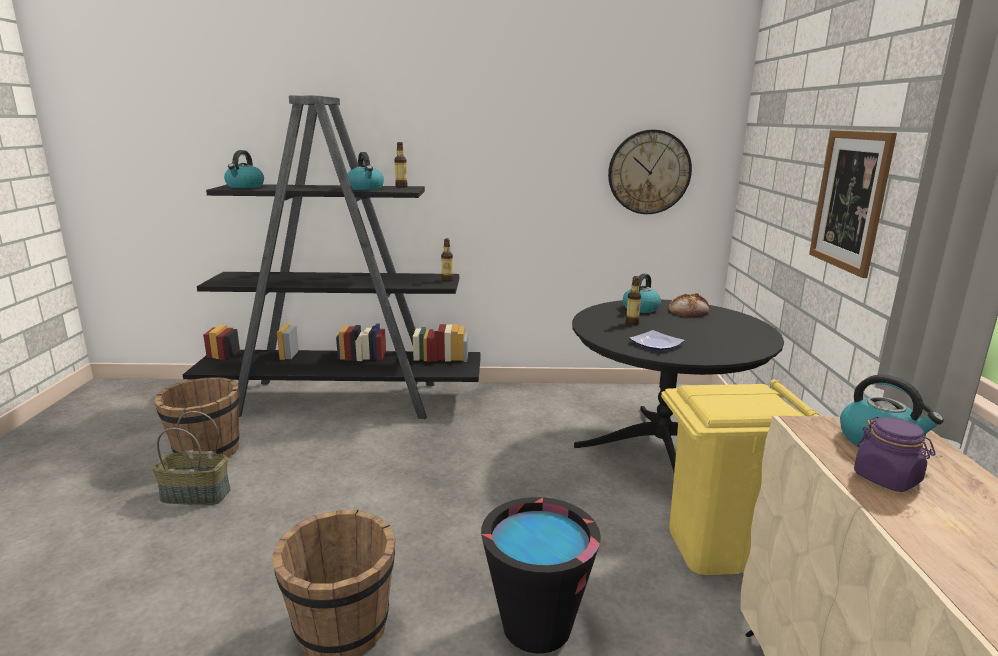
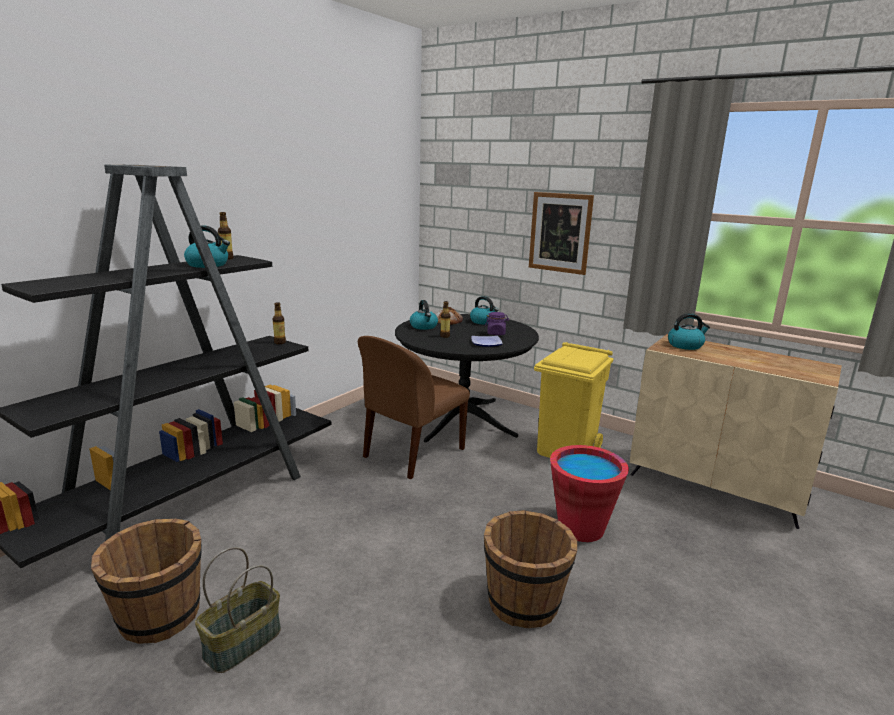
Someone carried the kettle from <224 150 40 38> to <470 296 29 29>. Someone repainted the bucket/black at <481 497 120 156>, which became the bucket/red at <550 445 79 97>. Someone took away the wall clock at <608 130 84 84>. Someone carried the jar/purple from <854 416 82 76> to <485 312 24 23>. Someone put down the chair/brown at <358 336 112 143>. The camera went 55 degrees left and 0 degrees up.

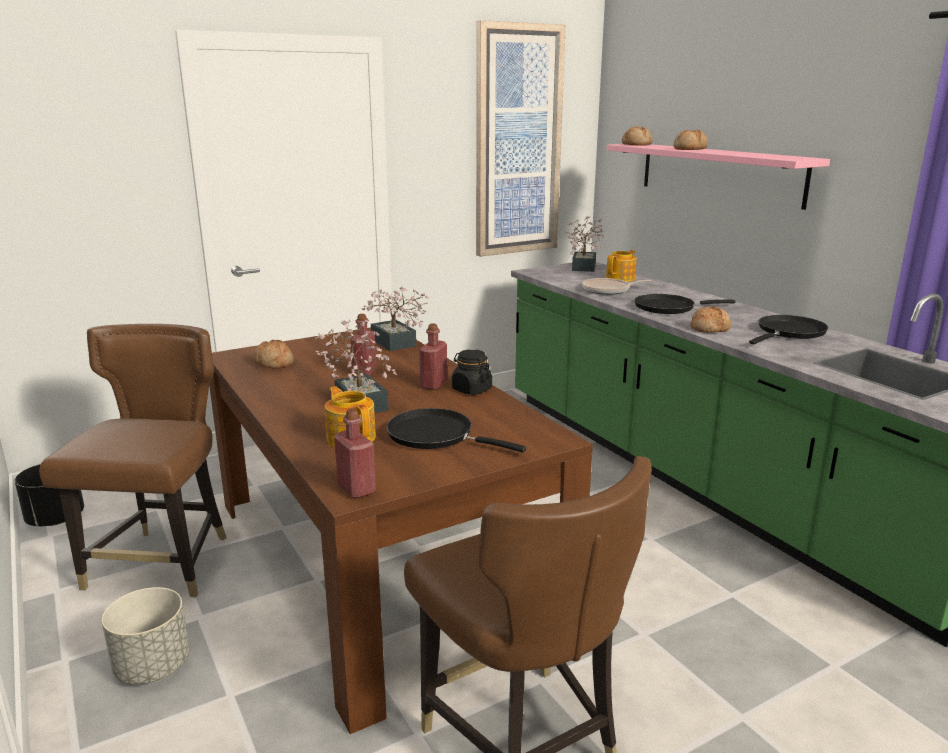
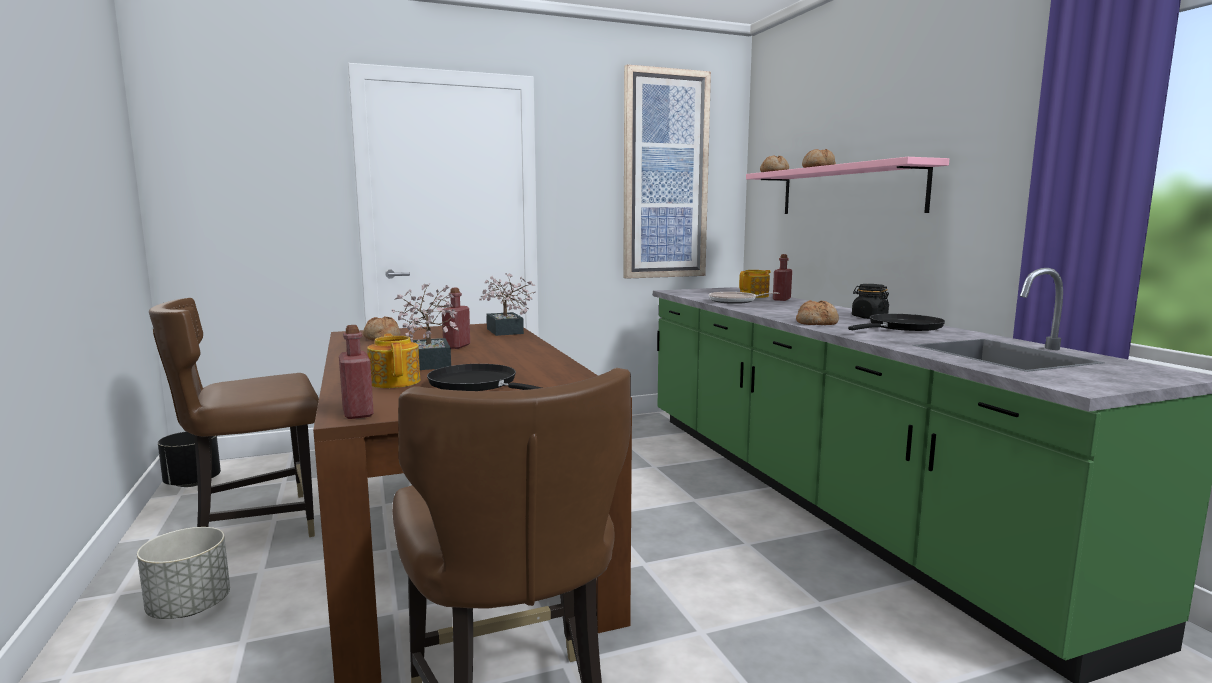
Someone rotated the chair/brown at <39 324 188 273> by 135 degrees counterclockwise. Someone carried the bottle/red from <419 323 28 67> to <773 254 19 47>. Someone carried the jar/black from <452 349 40 46> to <852 284 37 35>. Someone took away the potted plant at <565 216 39 56>. Someone took away the frying pan/black at <634 294 102 20>. The camera went 10 degrees right and 10 degrees down.

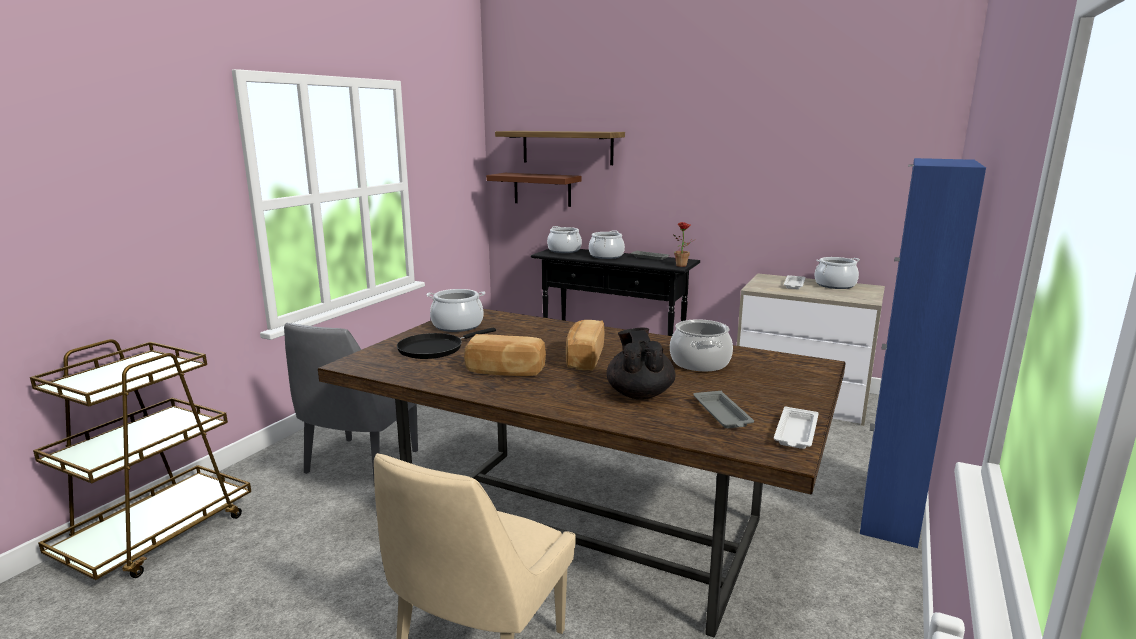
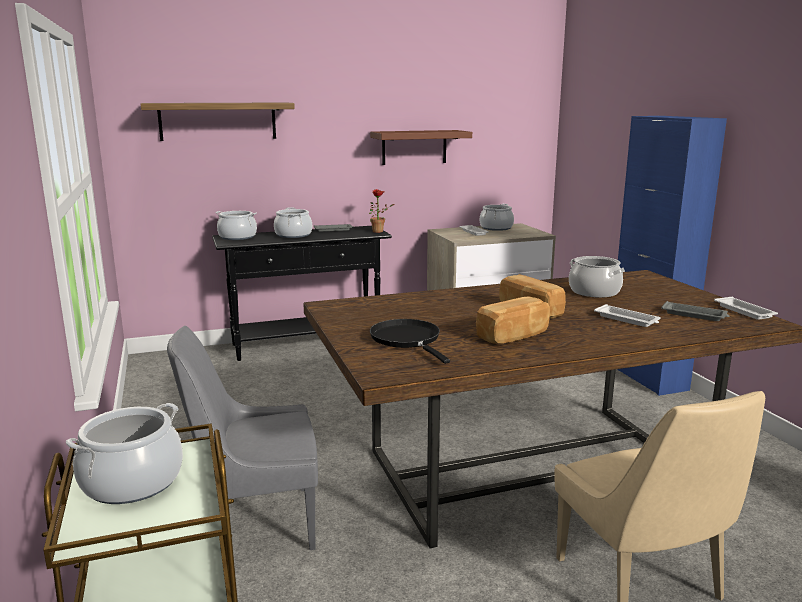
Someone rotated the chair/grey at <284 323 134 158> by 105 degrees clockwise. Someone rotated the frying pan/black at <397 328 99 31> by 150 degrees clockwise. Someone carried the cooking pot from <426 289 59 43> to <66 403 117 101>. Someone carried the shelf/brown from <486 173 96 34> to <370 130 102 35>. Someone swapped the teapot/black at <607 328 69 71> for the tray/white at <594 304 67 23>. The camera went 45 degrees left and 0 degrees up.

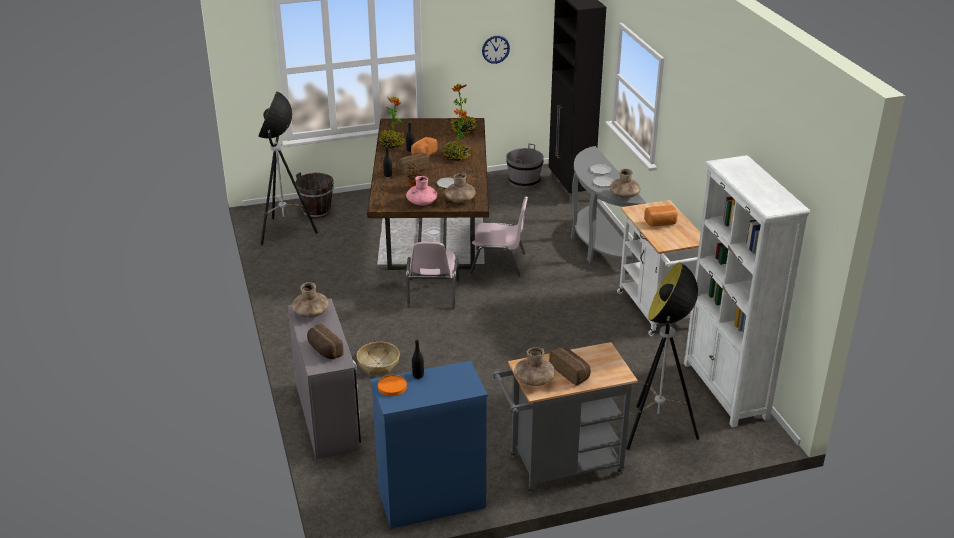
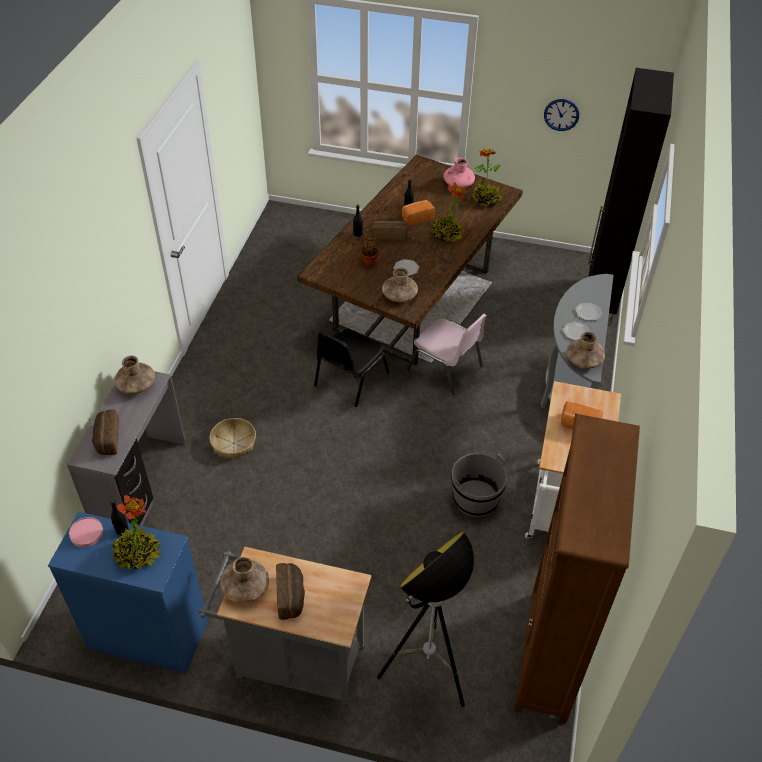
Someone took away the floor lamp at <258 91 60 154>. Someone took away the bucket/brown at <295 172 39 47>. Someone repainted the plate/orange at <378 375 29 21>, which became the plate/pink at <69 517 34 30>. Someone carried the potted plant from <379 97 27 51> to <112 495 50 75>. Someone carried the vase/pink from <406 176 31 30> to <443 157 32 31>. Someone repainted the chair/pink at <406 242 53 66>, which became the chair/black at <314 329 76 78>. Someone carried the bucket/grey from <506 144 38 44> to <451 453 56 64>. Someone repainted the bookcase/white at <684 155 126 273>, which became the bookcase/brown at <514 414 126 310>. The camera went 30 degrees right and 15 degrees up.

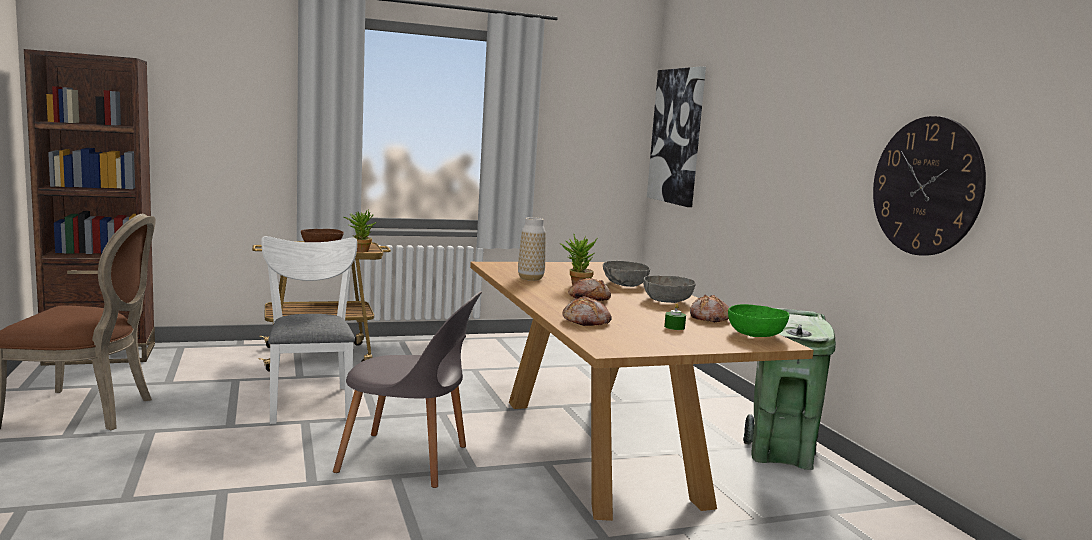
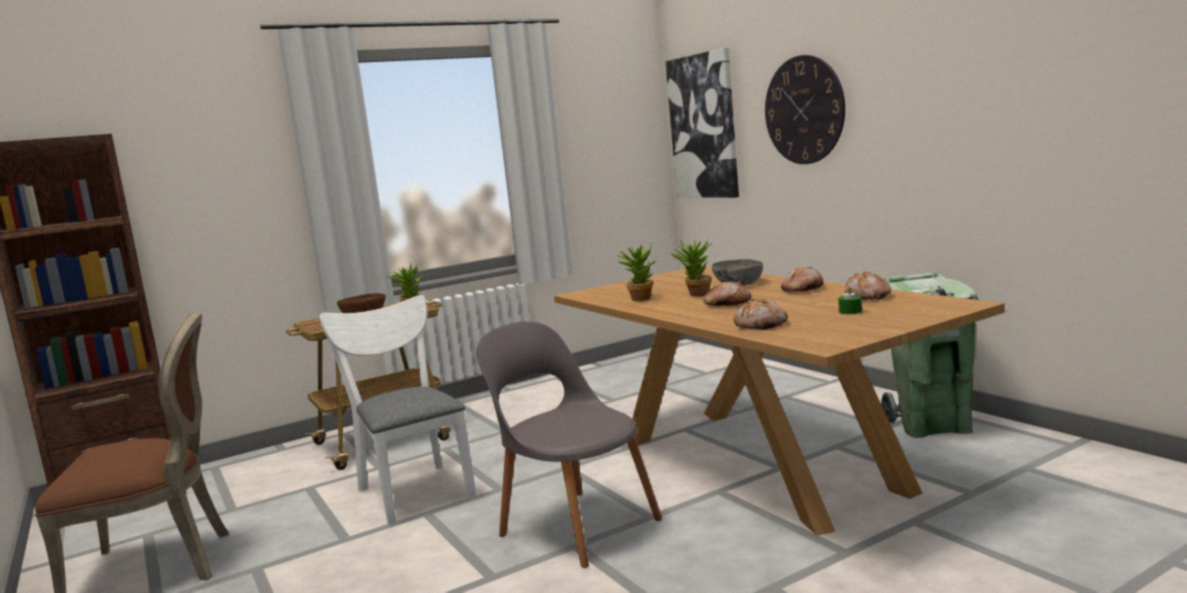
Someone rotated the chair/grey at <333 291 149 197> by 135 degrees counterclockwise. Someone swapped the vase at <518 217 28 64> for the potted plant at <617 242 40 59>. Someone swapped the bowl/grey at <643 275 53 28> for the bread at <781 266 43 26>. Someone took away the bowl/green at <728 304 61 33>. Someone carried the wall clock from <873 116 113 140> to <765 55 80 109>. The camera went 10 degrees left and 0 degrees up.

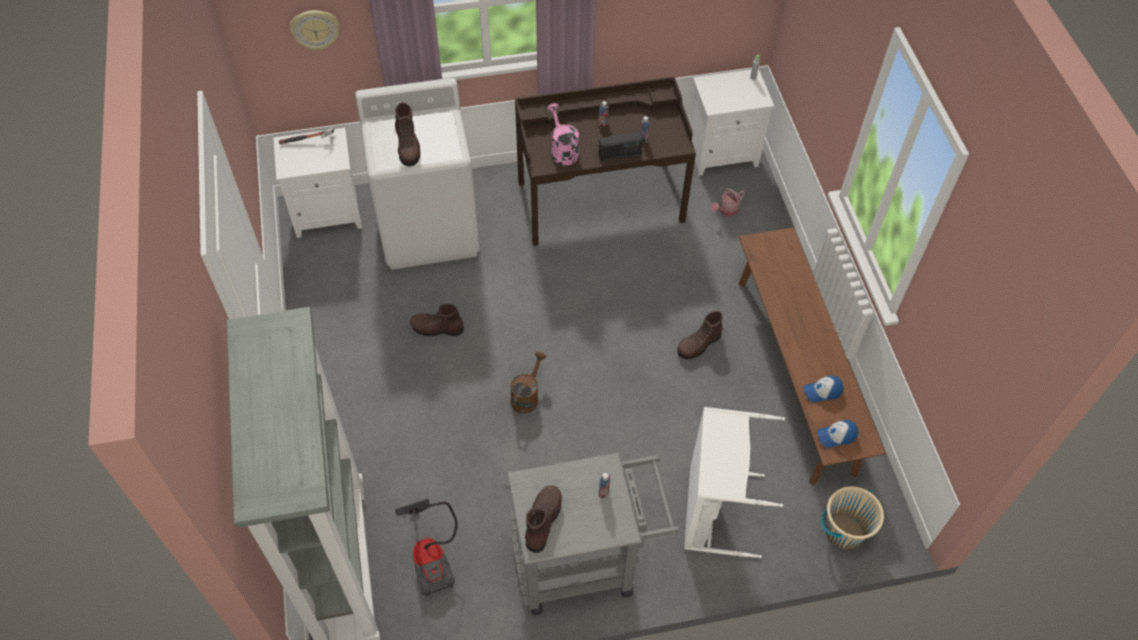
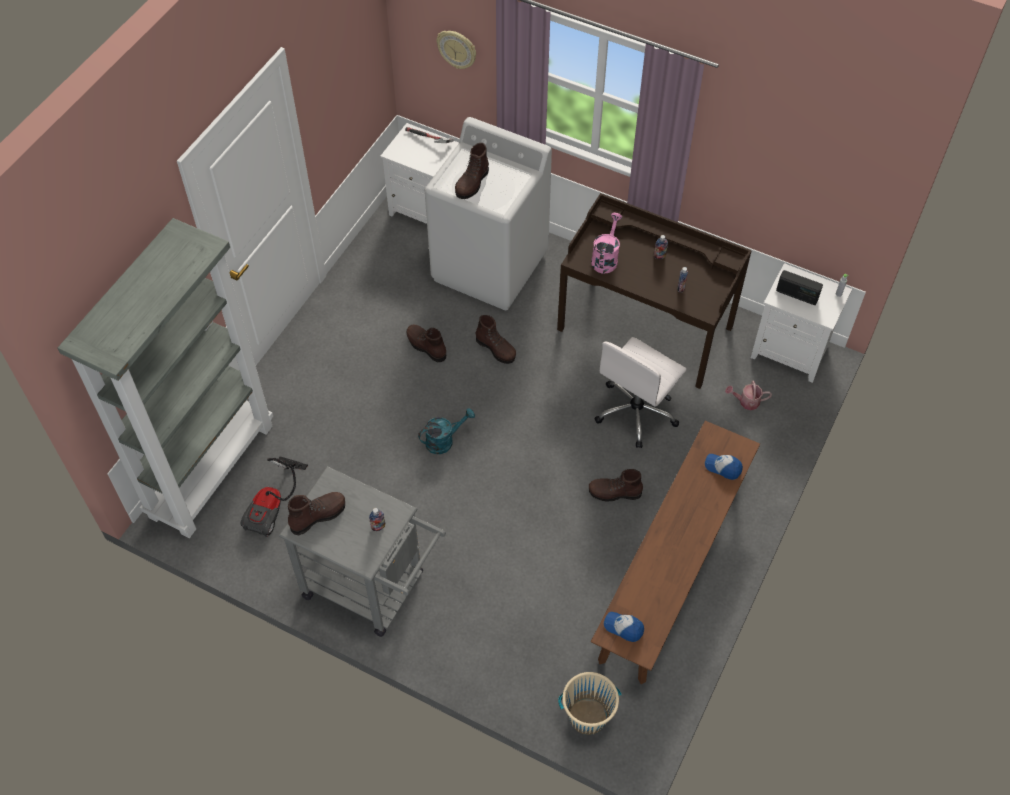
Someone repainted the watering can/brown at <510 352 36 62>, which became the watering can/turquoise at <418 408 57 46>. Someone carried the radio from <598 132 45 29> to <776 270 47 35>. Someone took away the laundry basket/white at <684 407 101 151>. Someone carried the cap from <803 376 41 27> to <705 454 38 26>. Someone put down the boot/brown at <476 315 40 49>. Someone put down the office chair/white at <594 337 93 111>. The camera went 40 degrees right and 0 degrees up.

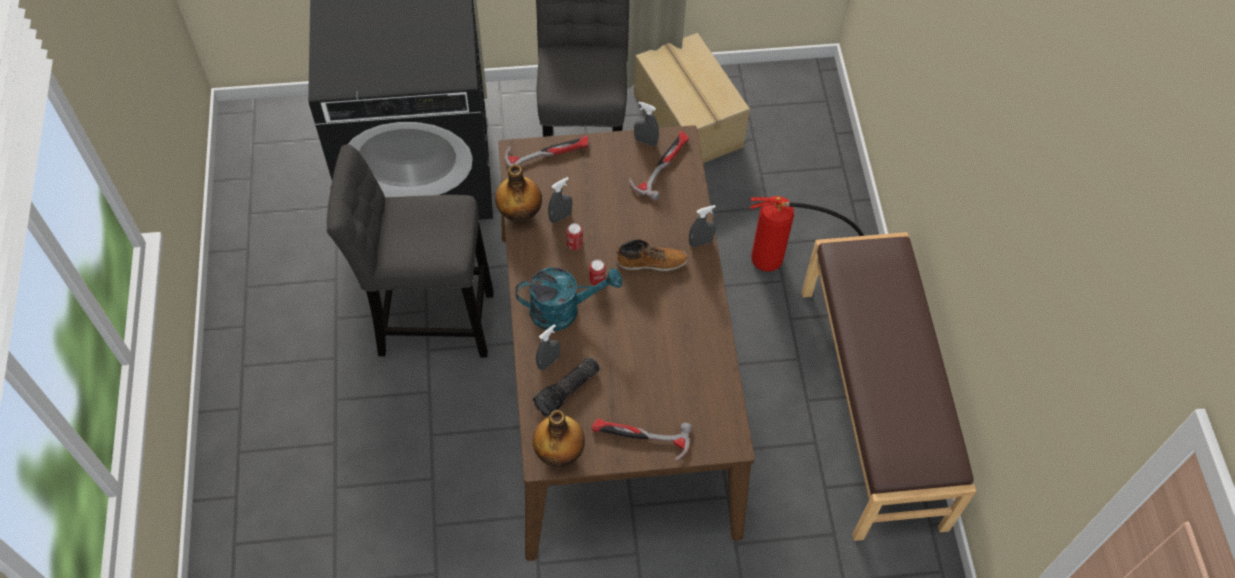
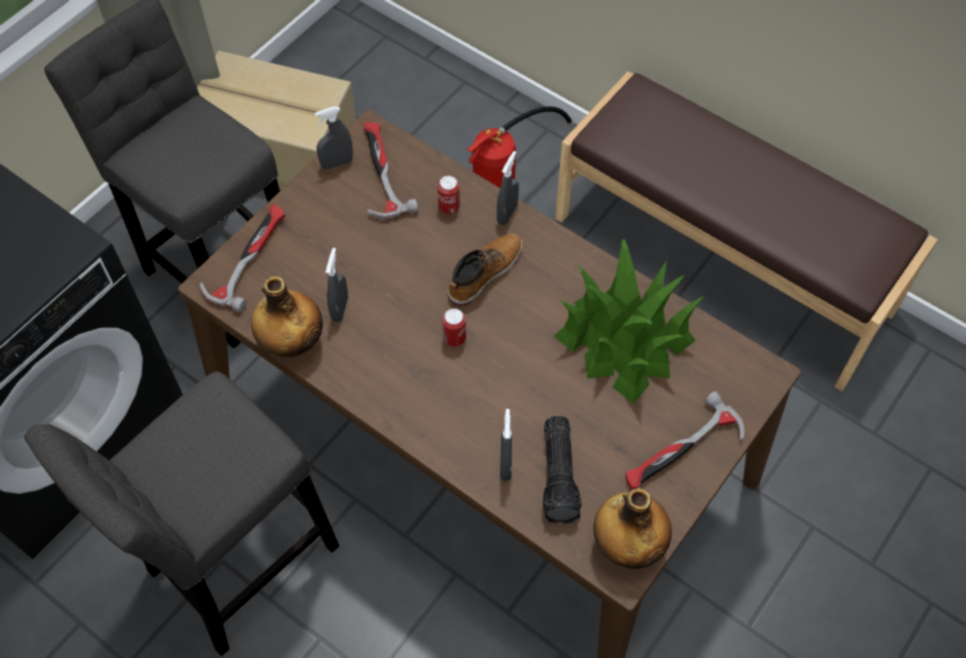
Someone took away the watering can/turquoise at <515 267 107 64>. Someone carried the can from <567 223 16 27> to <438 176 22 38>. Someone put down the potted plant at <554 238 150 165>. The camera went 45 degrees left and 0 degrees up.

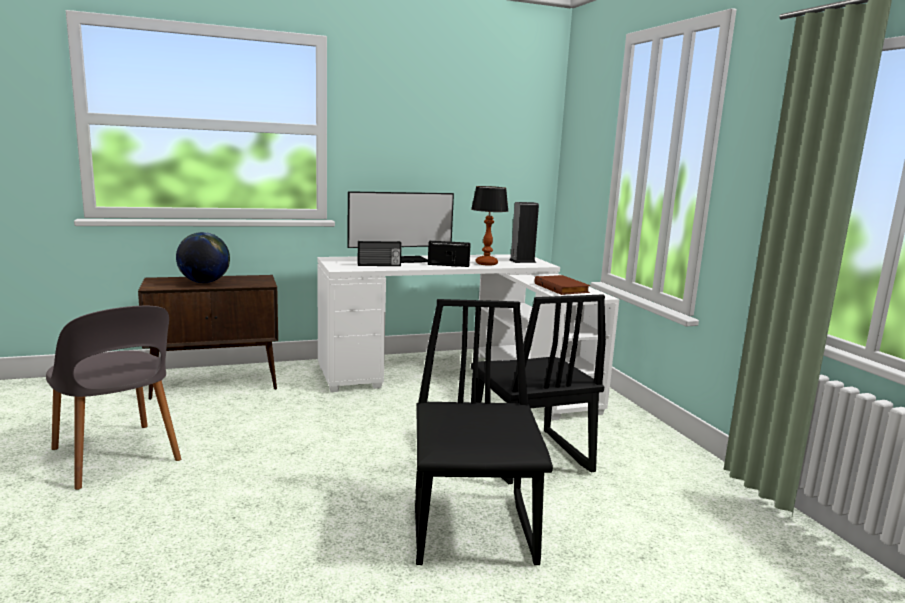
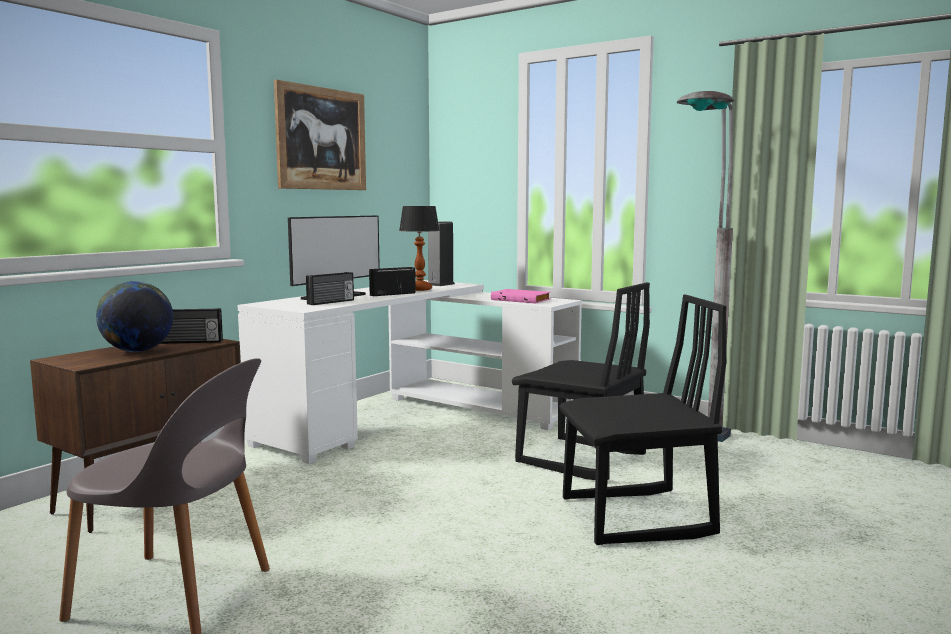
Someone rotated the chair/black at <415 299 138 266> by 120 degrees clockwise. Someone repainted the book/brown at <535 275 55 20>, which became the book/pink at <491 289 60 14>. Someone put down the radio at <160 308 63 36>. Someone put up the picture at <274 80 92 110>. Someone put down the floor lamp/grey at <676 91 58 351>. The camera went 35 degrees left and 5 degrees down.

